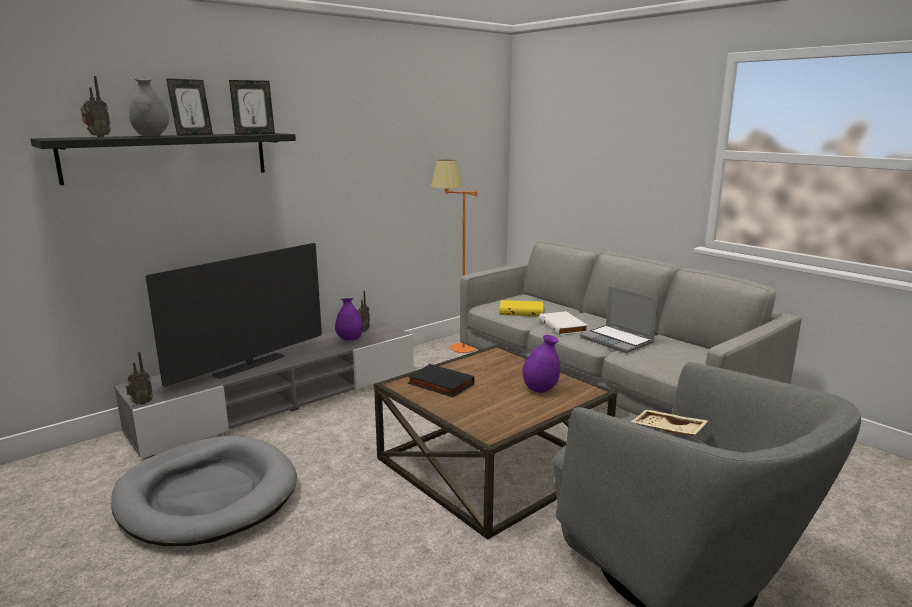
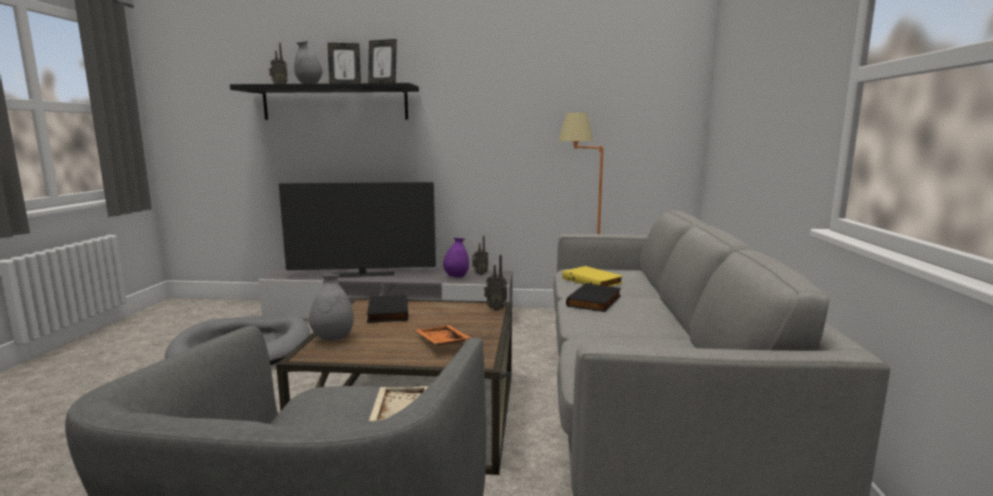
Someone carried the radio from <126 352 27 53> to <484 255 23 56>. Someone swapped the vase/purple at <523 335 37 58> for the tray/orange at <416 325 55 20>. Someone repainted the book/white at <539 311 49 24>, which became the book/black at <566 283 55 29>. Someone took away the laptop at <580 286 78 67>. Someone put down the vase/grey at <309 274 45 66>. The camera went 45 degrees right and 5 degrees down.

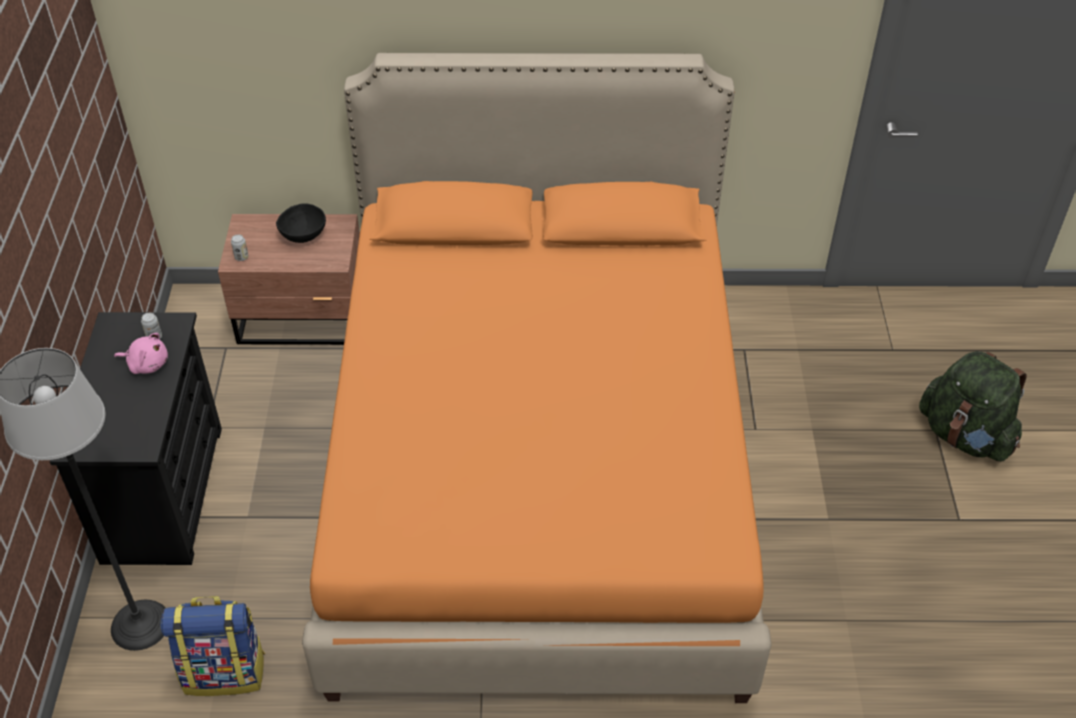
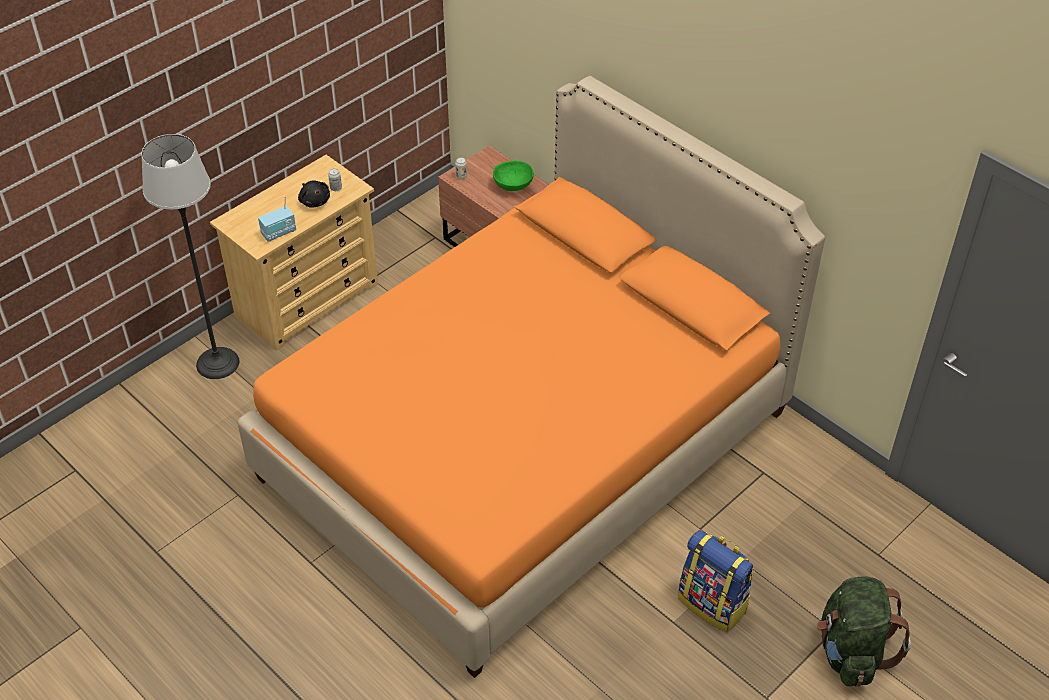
Someone repainted the dresser/black at <50 312 172 253>, which became the dresser/beige at <210 155 168 196>. Someone repainted the plush toy/pink at <114 333 54 41>, which became the plush toy/black at <298 180 32 28>. Someone carried the backpack from <160 596 105 100> to <678 530 77 103>. Someone repainted the bowl/black at <276 203 50 40>, which became the bowl/green at <493 160 41 31>. Someone put down the radio at <258 196 38 46>. The camera went 45 degrees right and 0 degrees up.

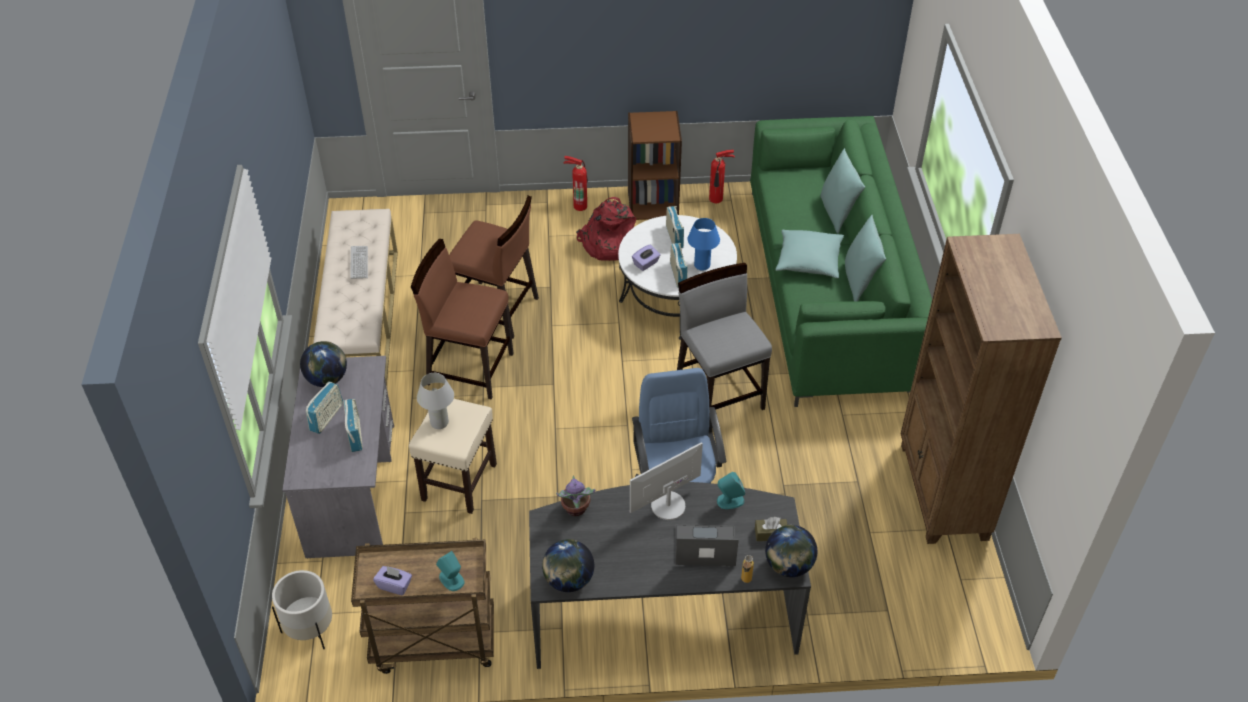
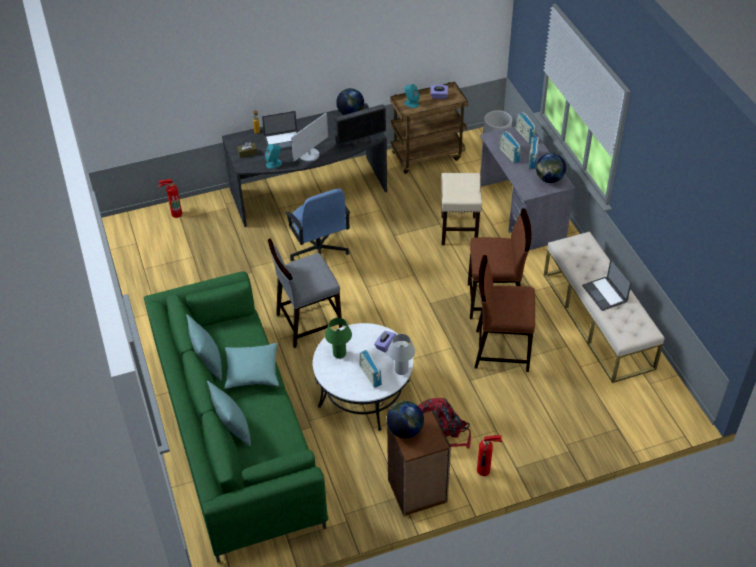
Someone swapped the keyboard at <350 246 18 33> for the laptop at <582 258 50 53>. Someone carried the table lamp/white from <417 373 37 56> to <388 334 27 41>. Someone swapped the potted plant at <556 476 39 40> for the monitor at <334 104 52 44>. Someone carried the radio from <670 243 18 45> to <515 113 21 31>. Someone rotated the chair/grey at <677 263 95 147> by 105 degrees clockwise. Someone repainted the table lamp/blue at <688 218 32 53>, which became the table lamp/green at <325 318 27 41>. Someone carried the fire extinguisher from <709 150 26 53> to <158 179 24 39>. Someone carried the globe from <765 525 52 52> to <387 401 37 38>. Someone took away the bookcase/brown at <901 234 161 310>. The camera went 165 degrees right and 0 degrees up.

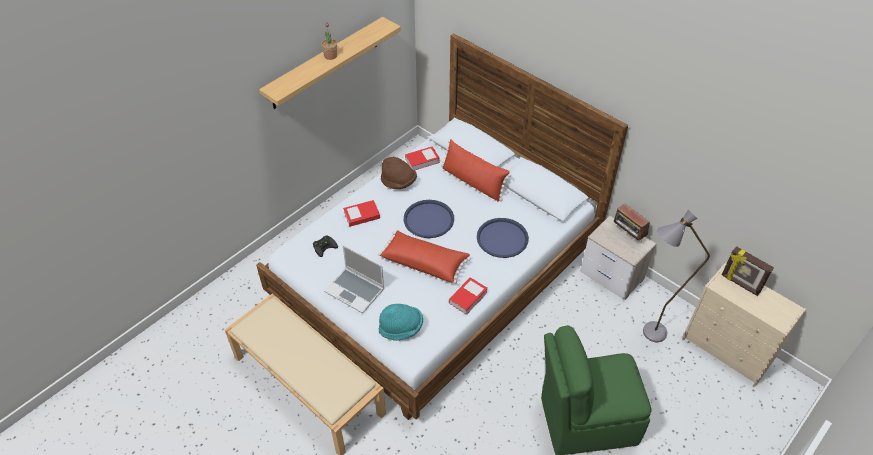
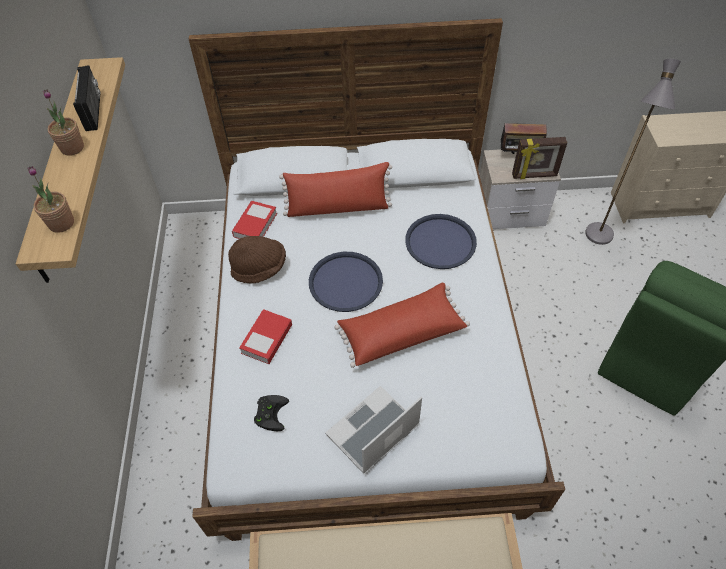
Someone rotated the laptop at <324 245 61 69> by 150 degrees clockwise. Someone took away the hat/turquoise at <379 304 44 37>. Someone took away the book at <449 277 39 38>. Someone carried the picture frame from <722 246 52 50> to <512 137 56 42>. Someone put down the potted plant at <27 166 47 67>. Someone put down the radio at <73 65 28 66>. The camera went 45 degrees left and 5 degrees up.

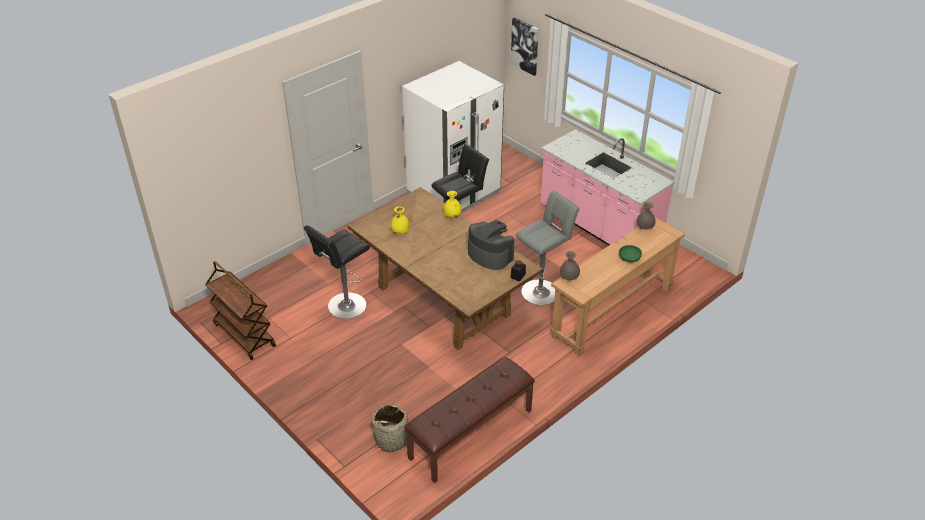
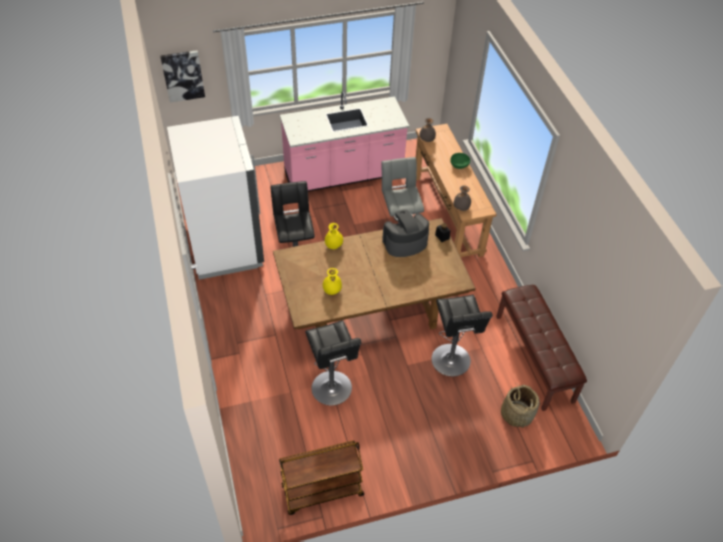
Someone put down the stool/black at <431 295 62 81>. The camera went 65 degrees left and 10 degrees up.

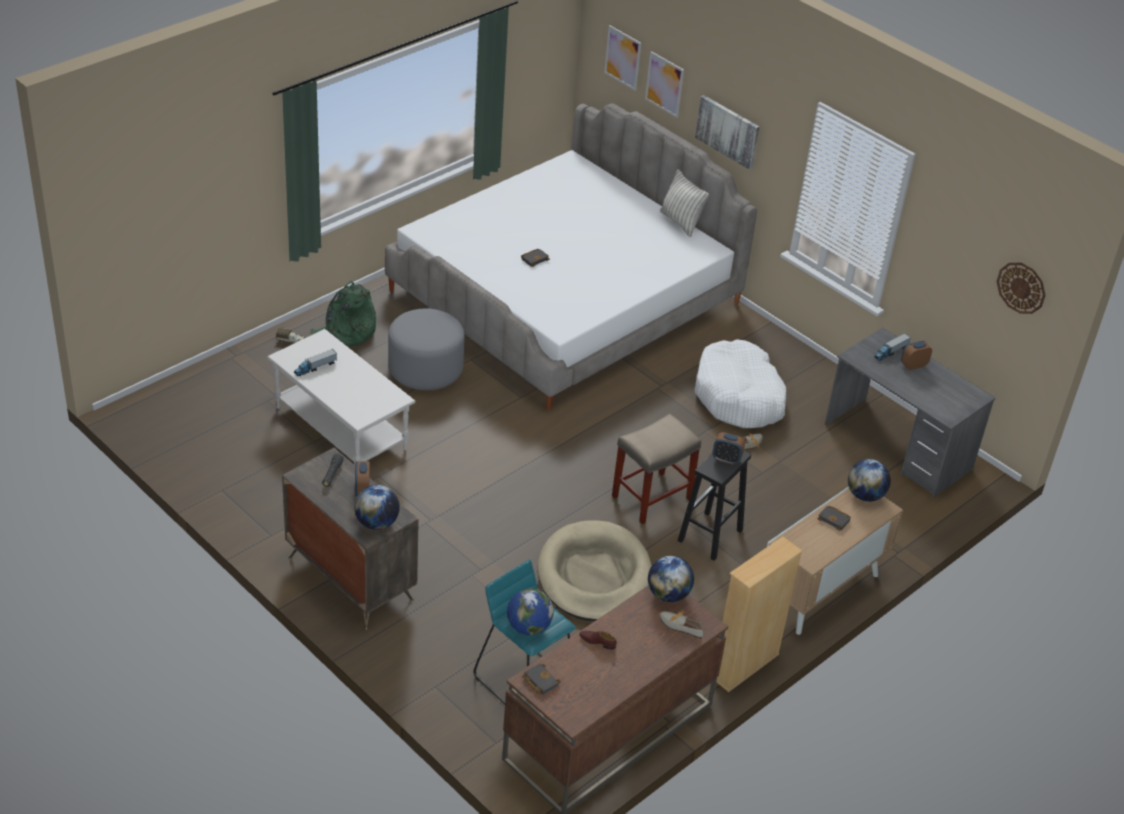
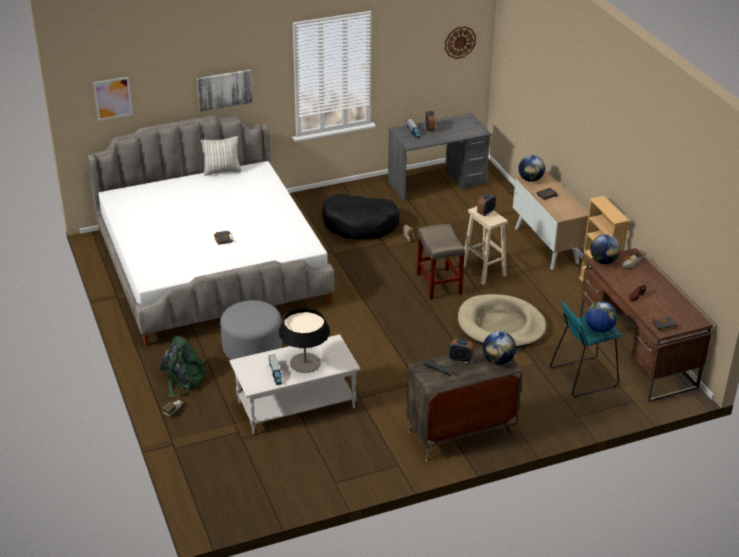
Someone took away the picture at <645 51 39 67>. Someone repainted the stool/black at <678 451 73 110>, which became the stool/beige at <464 206 44 79>. Someone repainted the dog bed/white at <695 339 91 89>, which became the dog bed/black at <322 194 78 45>. Someone put down the table lamp at <279 308 51 65>. The camera went 65 degrees left and 5 degrees down.

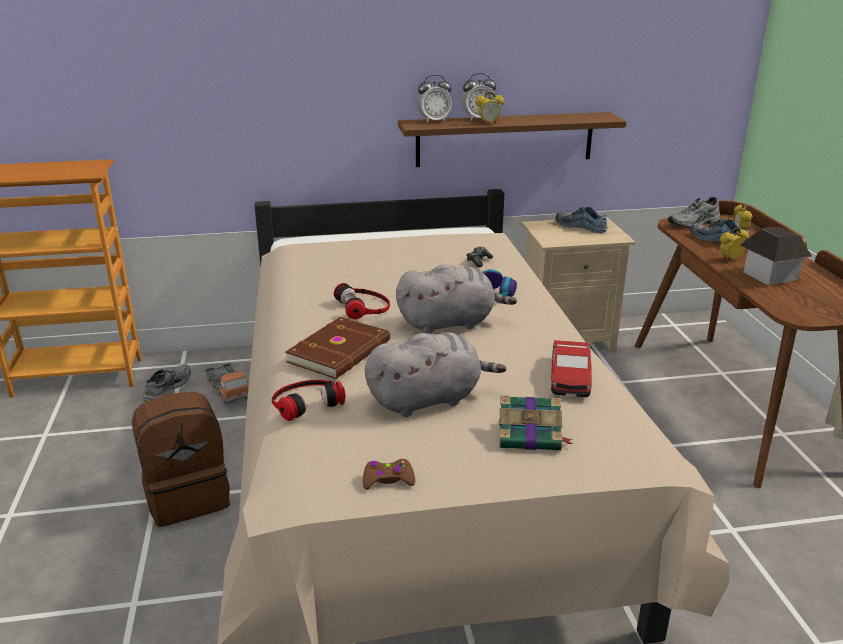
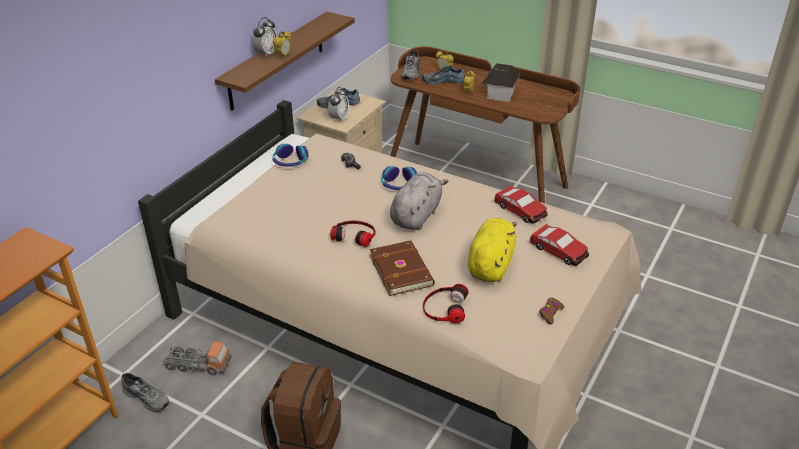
Someone rotated the shoe/grey at <143 364 48 38> by 150 degrees clockwise. Someone repainted the plush toy/grey at <365 332 141 85>, which became the plush toy/yellow at <468 218 49 64>. Someone carried the alarm clock from <417 75 35 48> to <328 87 21 35>. Someone swapped the book at <499 396 74 55> for the toy car at <530 224 59 42>. Someone put down the headphones at <273 144 36 23>. The camera went 50 degrees left and 10 degrees up.

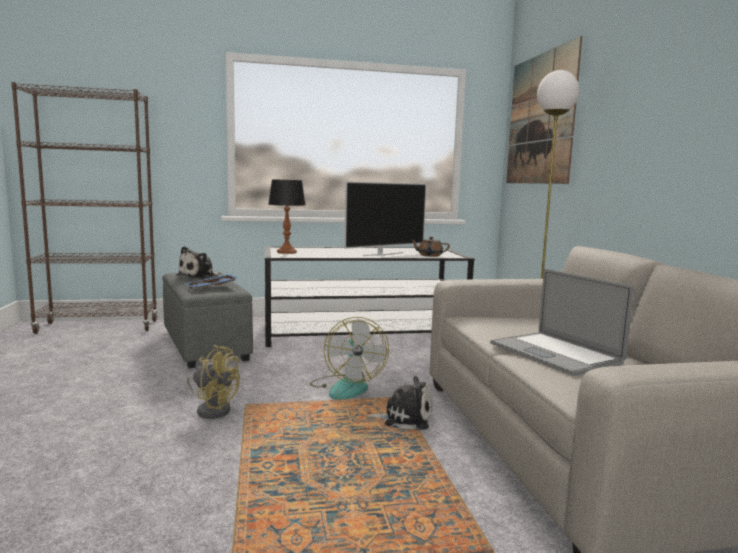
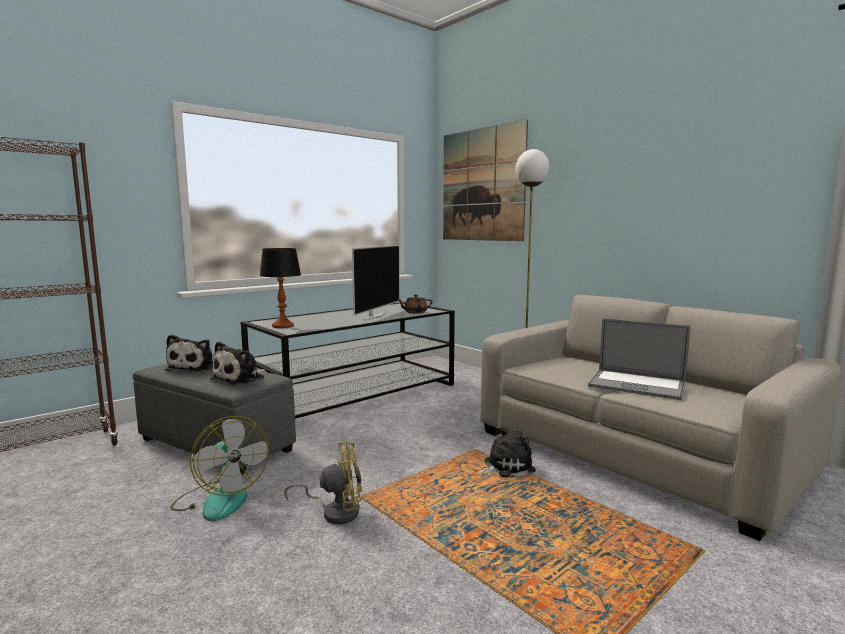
Someone swapped the tray/blue at <185 274 54 15> for the plush toy at <210 341 55 44>. Someone carried the fan from <310 317 79 83> to <170 416 99 105>. The camera went 30 degrees left and 0 degrees up.

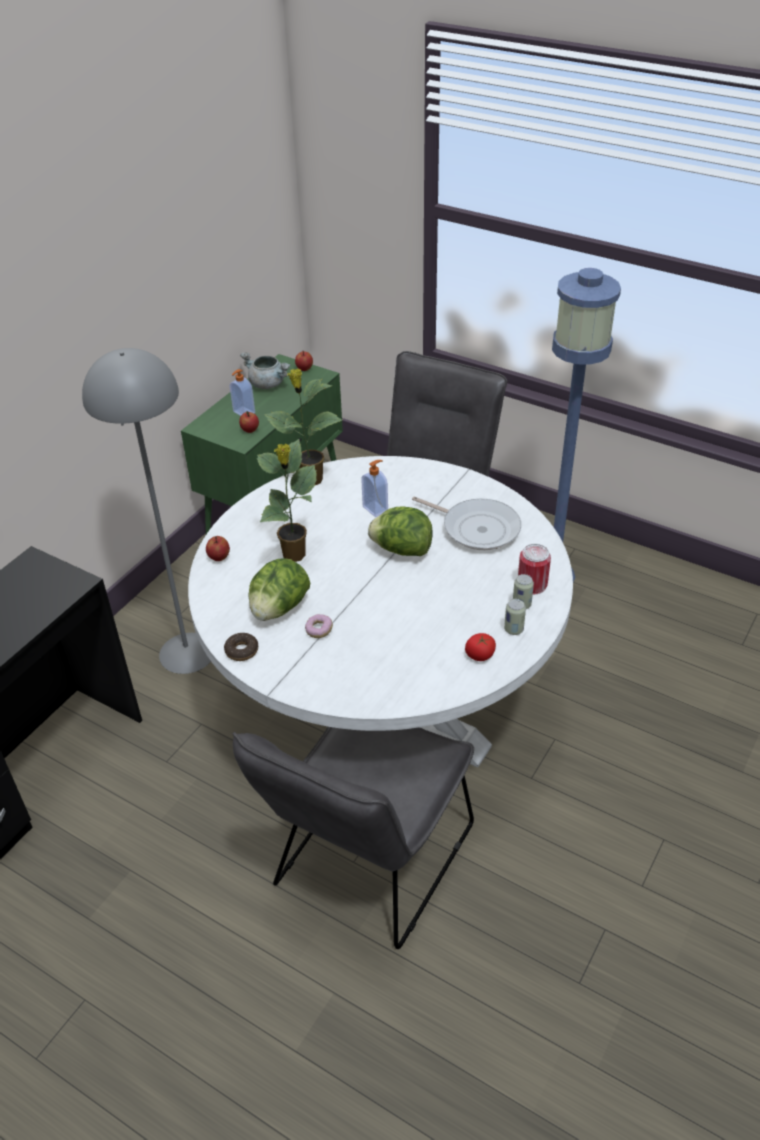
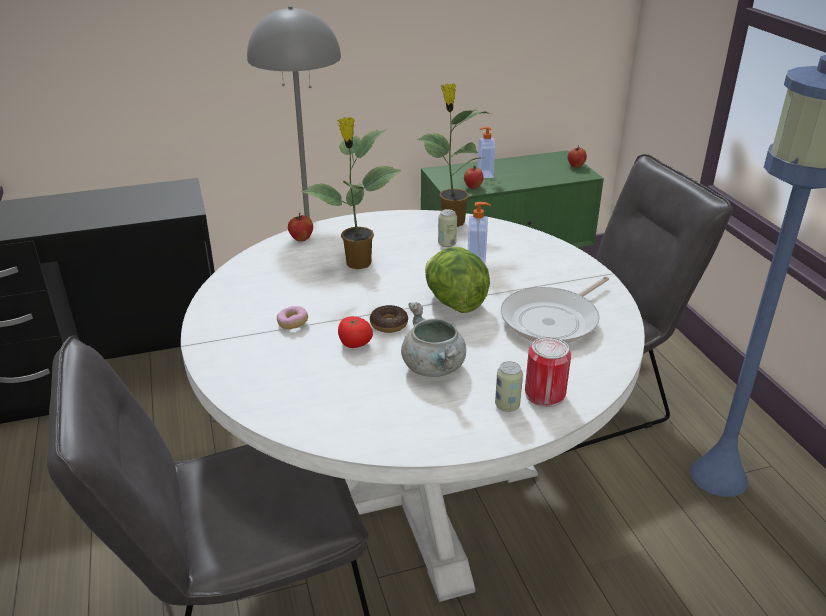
Someone carried the donut from <224 633 34 28> to <370 305 38 28>. Someone carried the cooking pot/grey from <240 352 51 37> to <401 302 65 75>. Someone took away the lettuce at <248 558 62 63>. Someone rotated the frying pan at <412 496 109 54> by 60 degrees clockwise. Someone carried the tomato from <465 633 31 28> to <338 316 35 32>. Someone carried the can from <504 599 22 36> to <438 209 19 38>. The camera went 40 degrees right and 10 degrees down.

